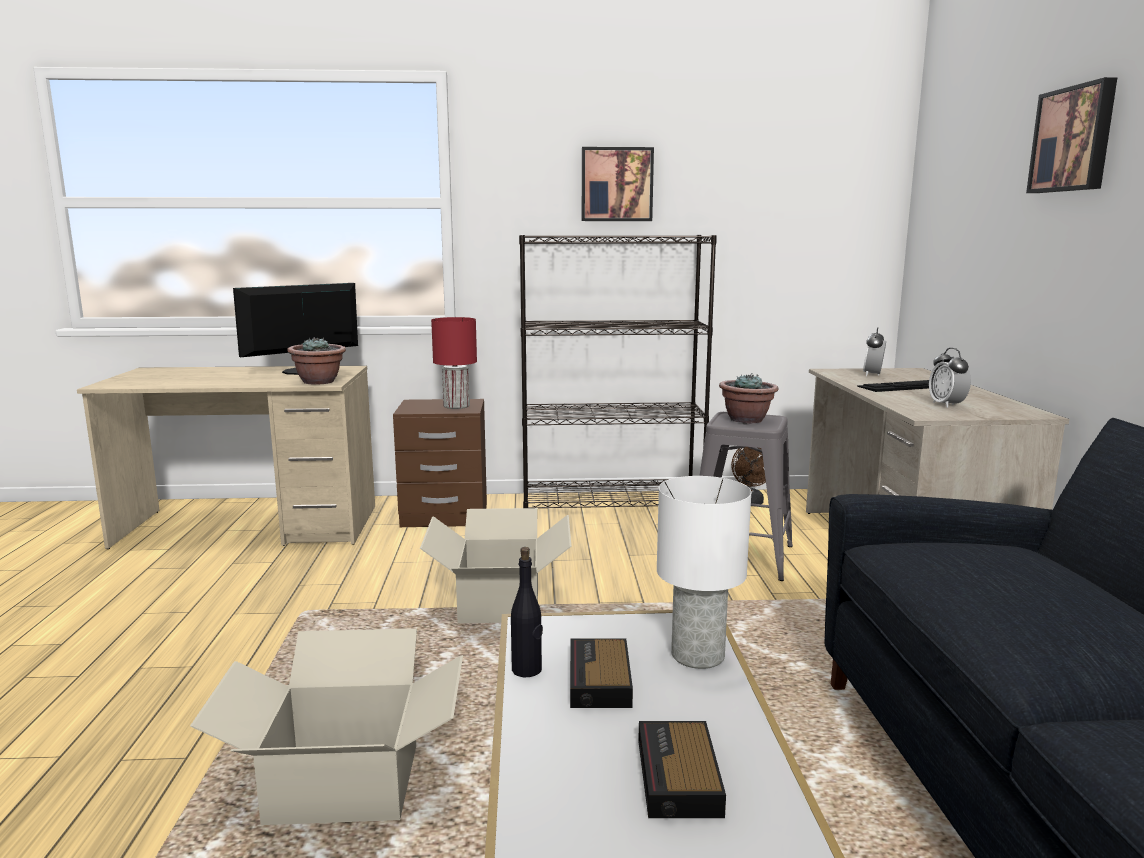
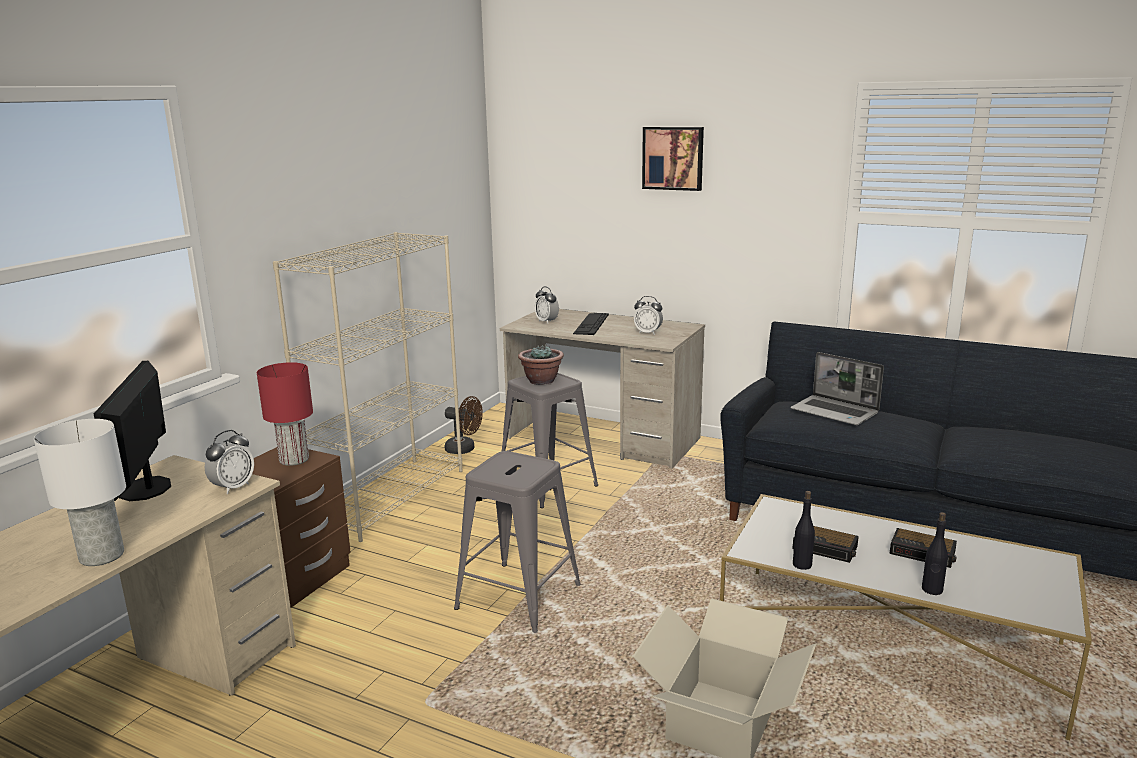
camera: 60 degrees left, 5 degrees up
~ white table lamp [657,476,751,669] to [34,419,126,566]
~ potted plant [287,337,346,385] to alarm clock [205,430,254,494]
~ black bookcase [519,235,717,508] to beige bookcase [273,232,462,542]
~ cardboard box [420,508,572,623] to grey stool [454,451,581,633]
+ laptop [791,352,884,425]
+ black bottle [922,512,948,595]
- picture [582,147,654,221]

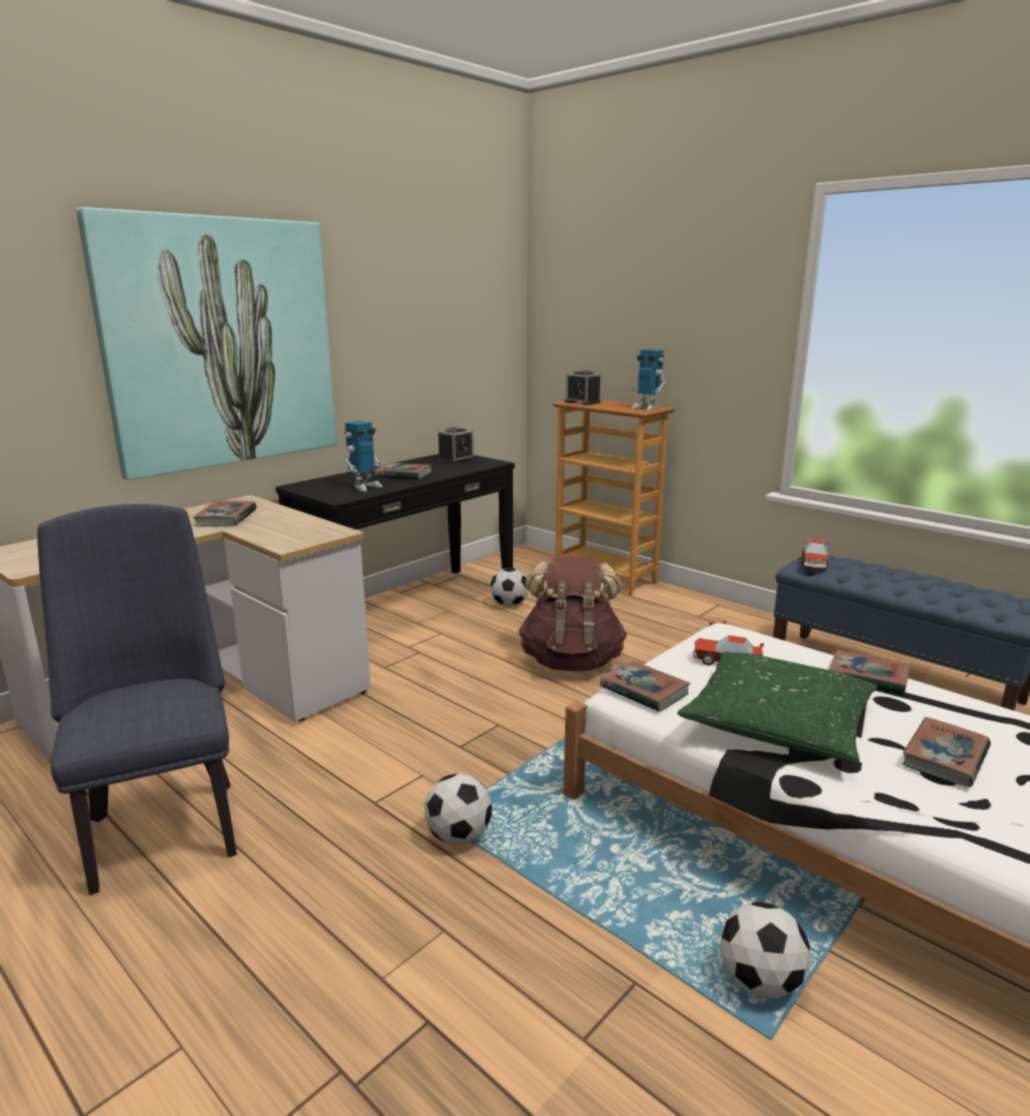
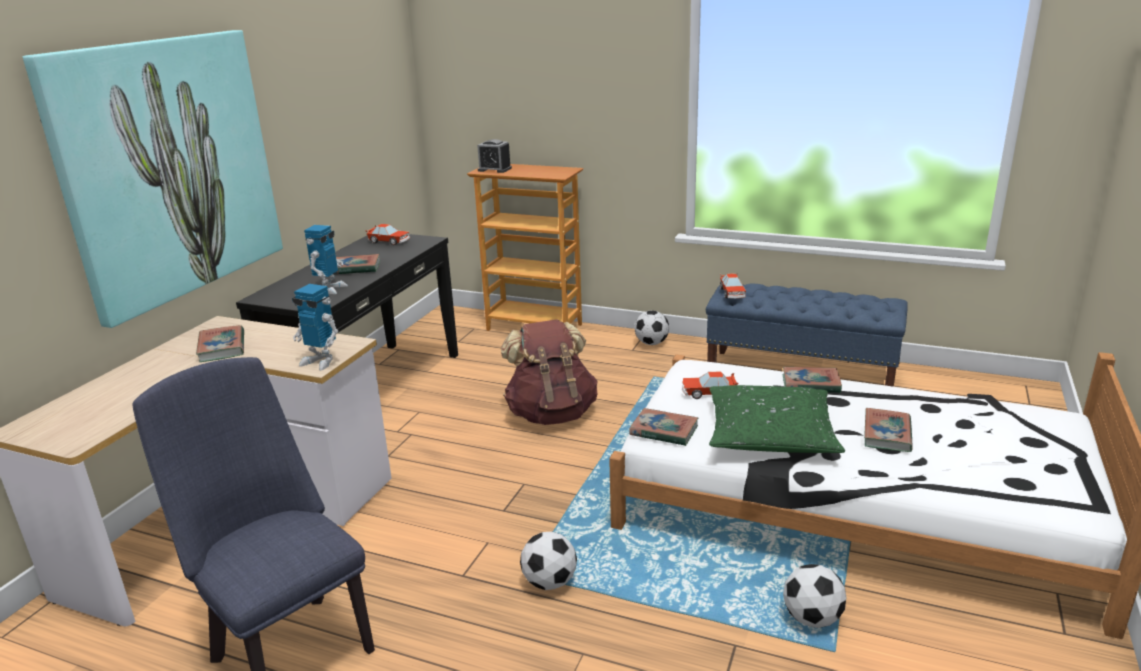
camera: 20 degrees left, 5 degrees up
~ toy robot [631,349,666,411] to [292,284,338,371]
~ alarm clock [438,427,475,464] to toy car [365,224,410,246]
~ football [490,568,529,606] to [635,310,669,345]

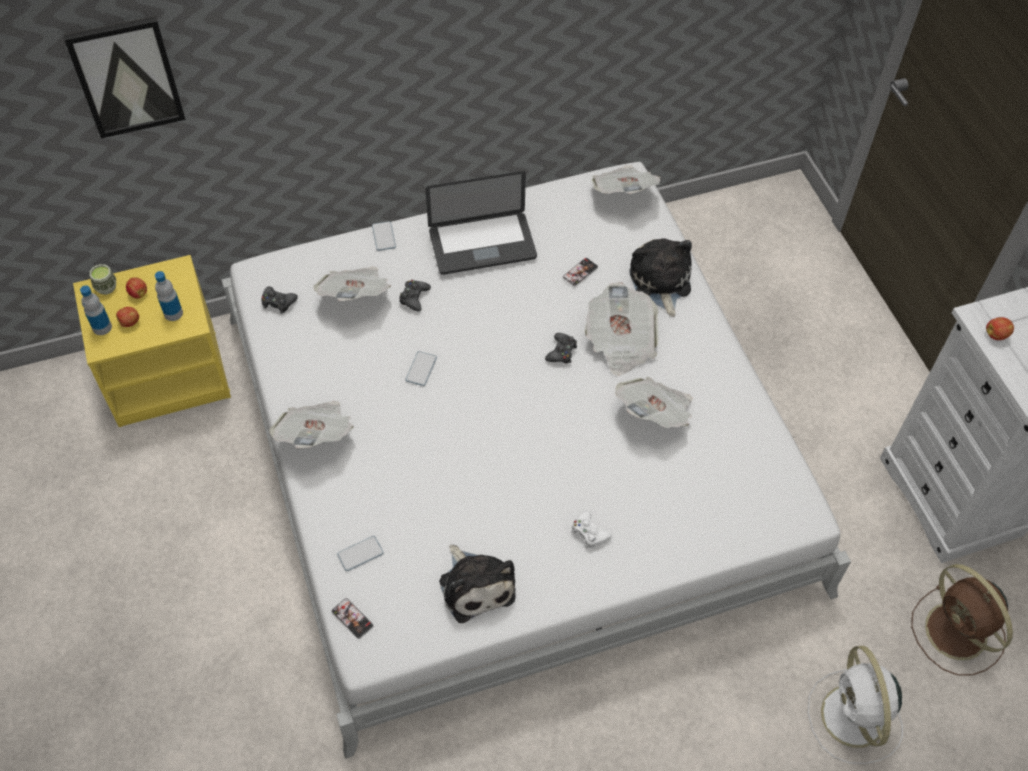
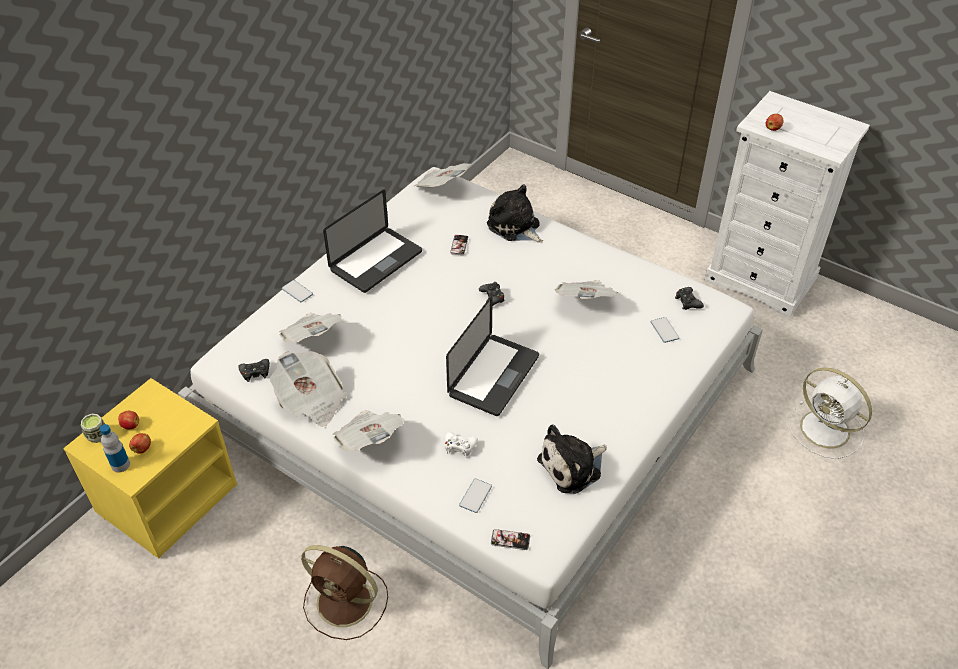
camera: 35 degrees left, 10 degrees down
~ newspaper [584,282,659,376] to [270,351,347,427]
~ brown fan [911,564,1013,676] to [301,545,388,640]
~ white game controller [571,511,612,548] to [445,432,478,457]
+ laptop [446,296,539,416]
~ plush toy [439,545,516,623] = [537,424,607,494] 120 degrees clockwise
~ phone [405,351,437,386] to [651,317,679,343]
~ black game controller [399,280,431,312] to [675,287,704,310]
- picture [64,16,186,138]
- bottle [155,271,183,321]

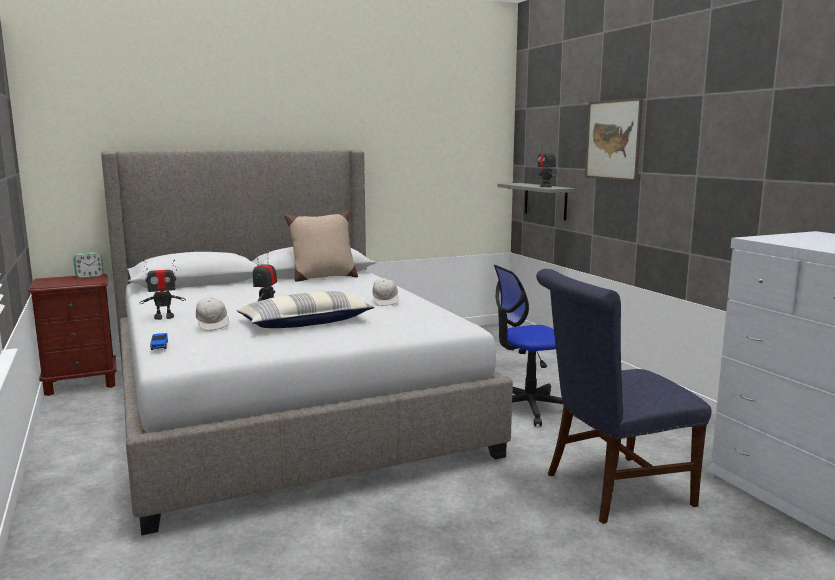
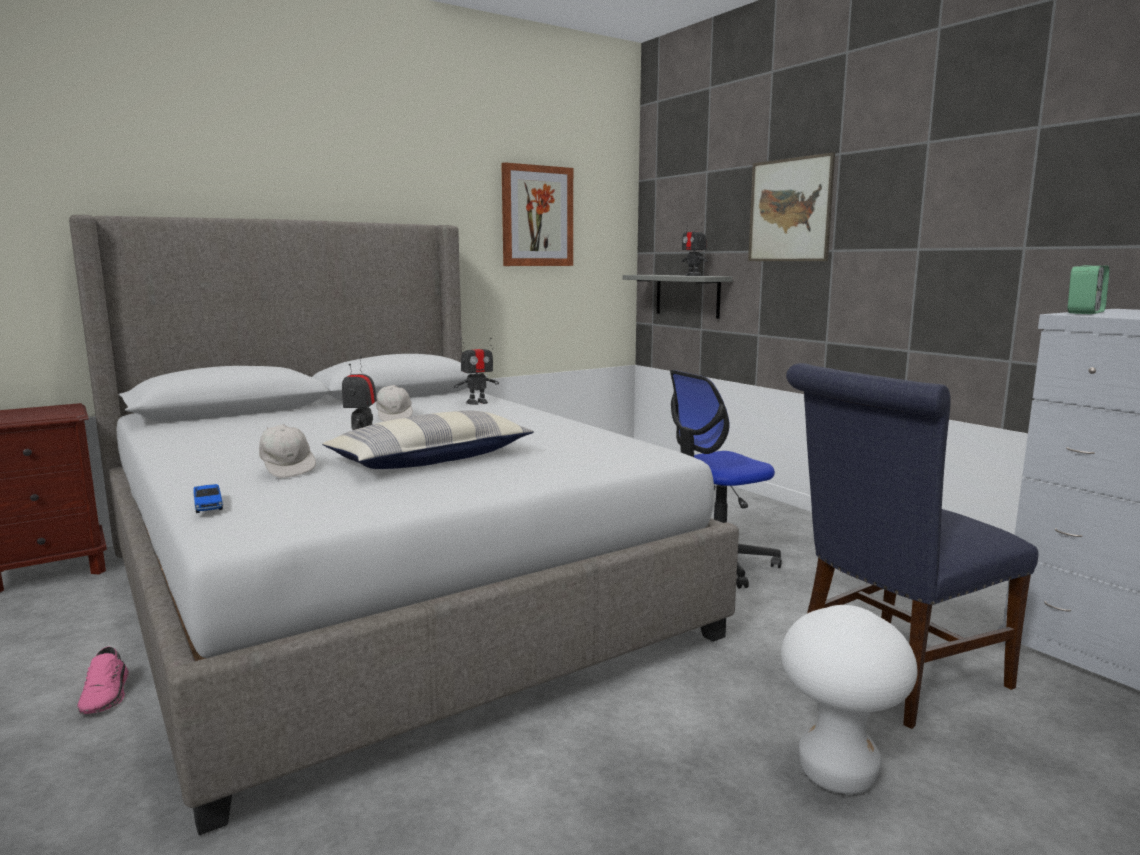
camera: 10 degrees left, 0 degrees up
+ pink shoe [77,647,129,714]
~ white cap [372,278,399,306] to [376,385,413,422]
~ toy robot [140,260,186,320] to [454,338,499,405]
+ picture [501,162,573,266]
+ white stool [781,605,918,794]
~ alarm clock [73,252,104,278] to [1068,265,1109,314]
- beige pillow [284,211,358,282]

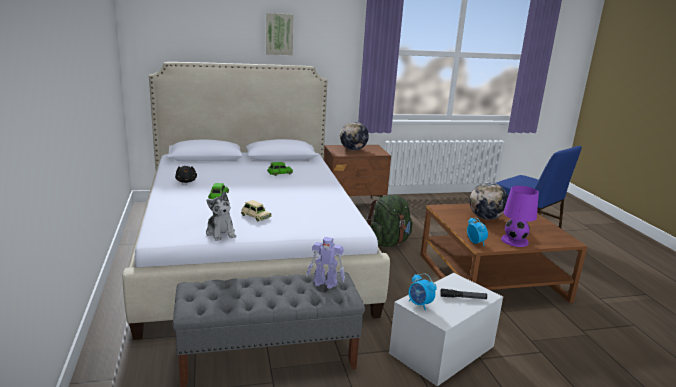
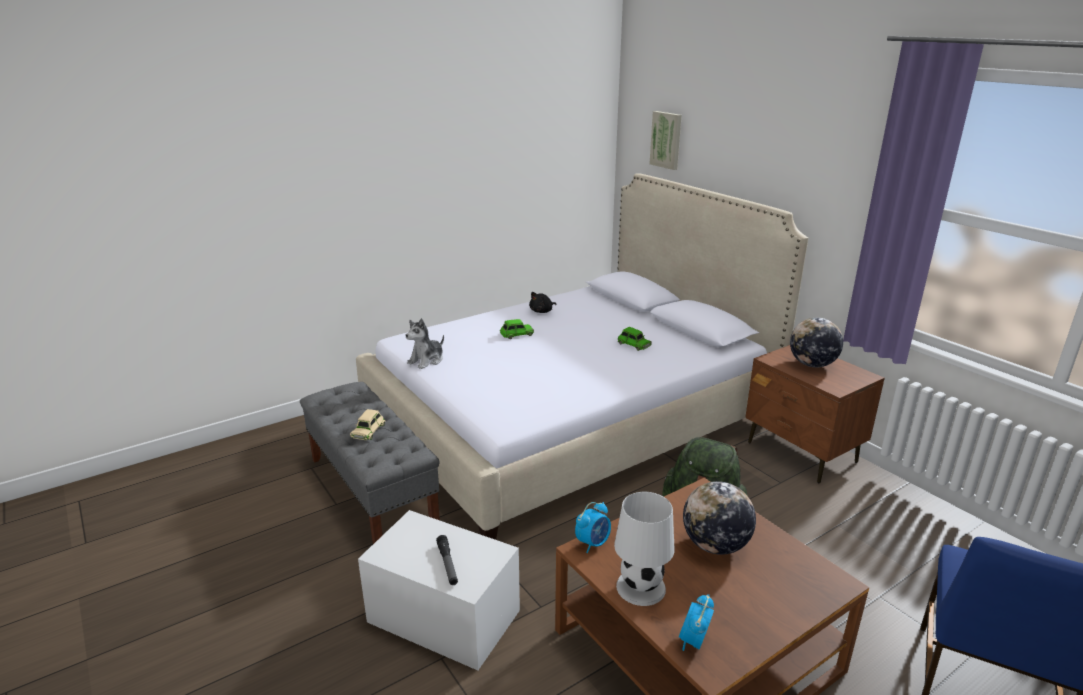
camera: 70 degrees right, 5 degrees up
~ beige toy car [241,200,272,221] to [350,409,385,440]
~ purple table lamp [501,186,539,247] to white table lamp [614,492,674,606]
~ picture [266,13,293,55] to [650,111,682,170]
~ alarm clock [408,273,437,310] to [679,594,714,651]
- toy robot [307,237,345,289]

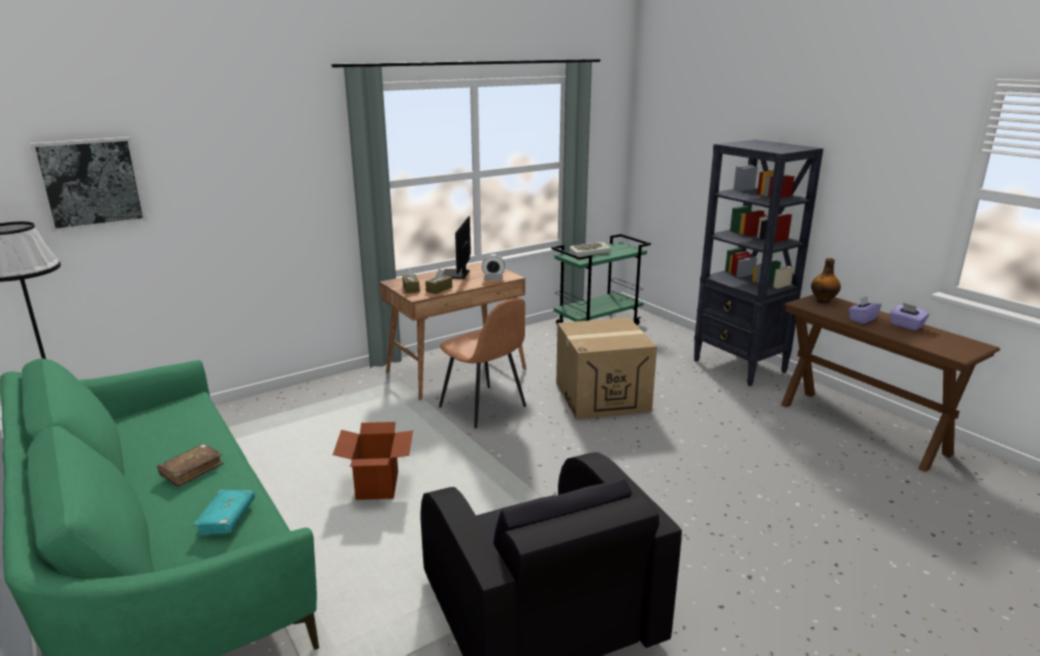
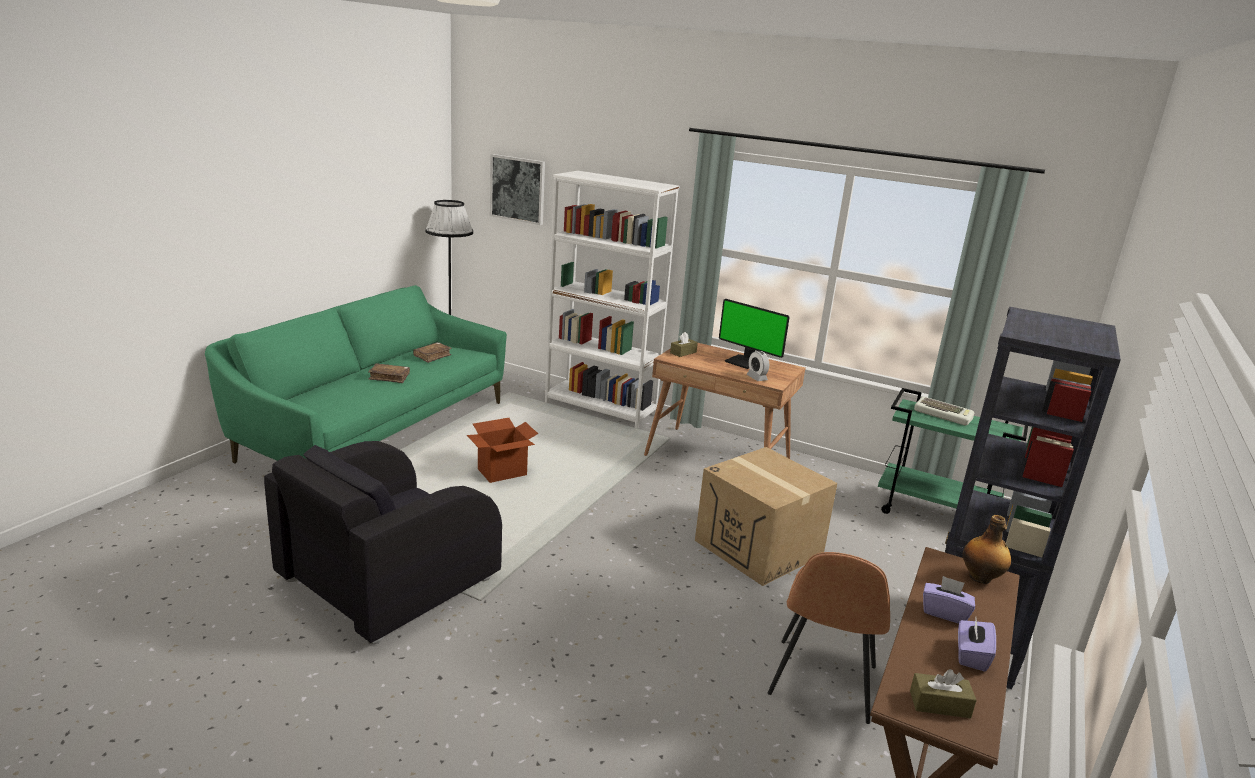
camera: 60 degrees right, 0 degrees up
+ brown book [413,342,452,363]
+ white bookcase [545,171,679,429]
~ monitor [442,216,471,279] = [719,299,790,369] 120 degrees counterclockwise
~ brown chair [439,298,526,428] to [768,552,890,724]
~ brown tissue box [425,269,452,294] to [910,669,977,718]
- turquoise book [193,490,255,536]

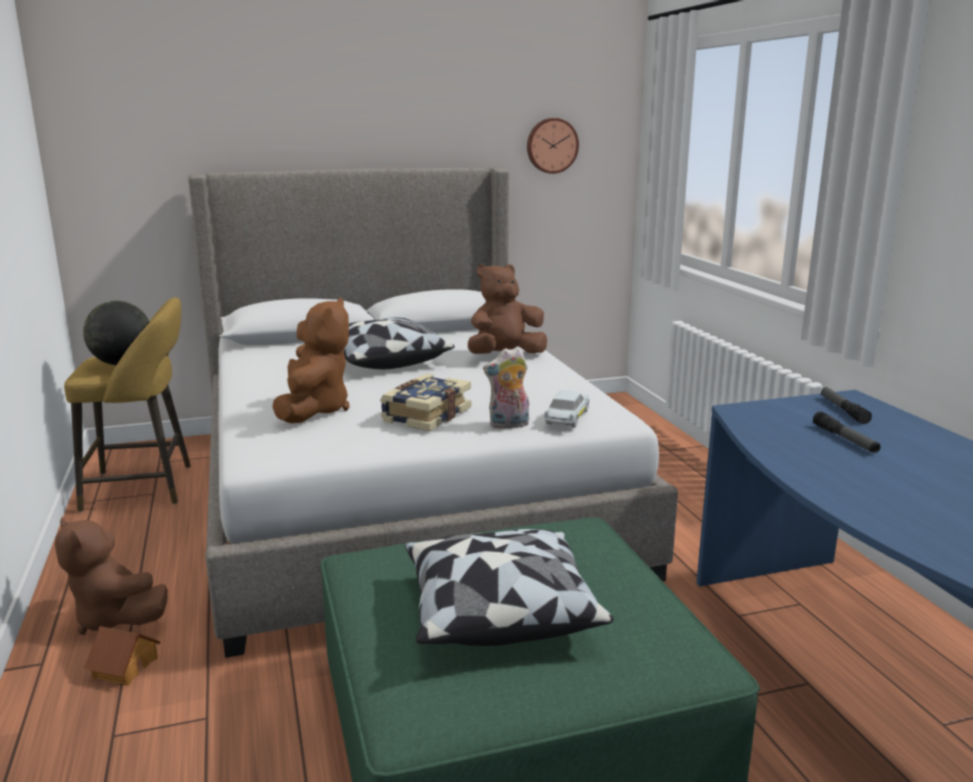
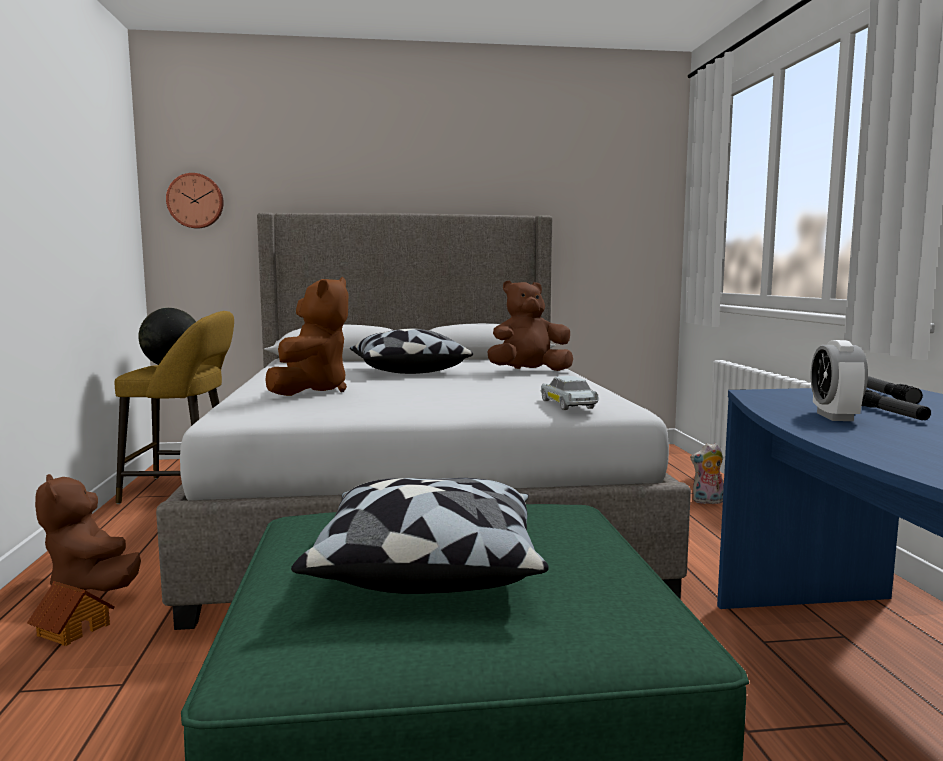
camera: 10 degrees right, 10 degrees down
~ wall clock [527,118,579,174] to [166,173,224,229]
~ white toy car [544,390,589,428] = [541,376,598,410] 45 degrees counterclockwise
~ plush toy [483,347,529,429] to [690,443,724,504]
+ alarm clock [810,340,868,421]
- book [380,374,471,431]

